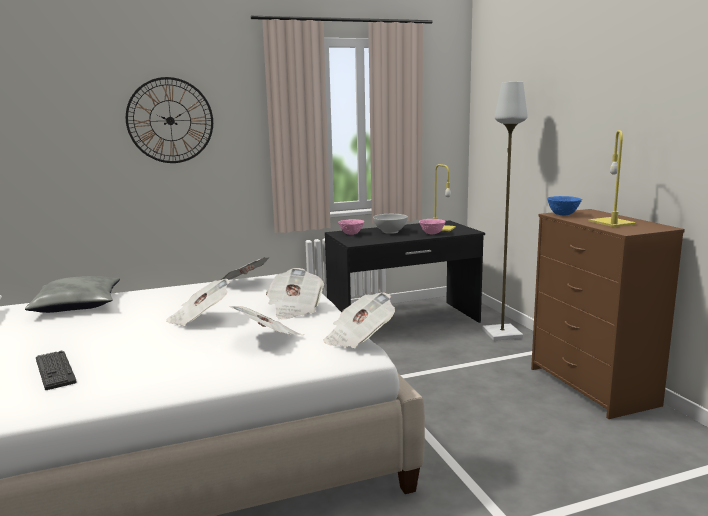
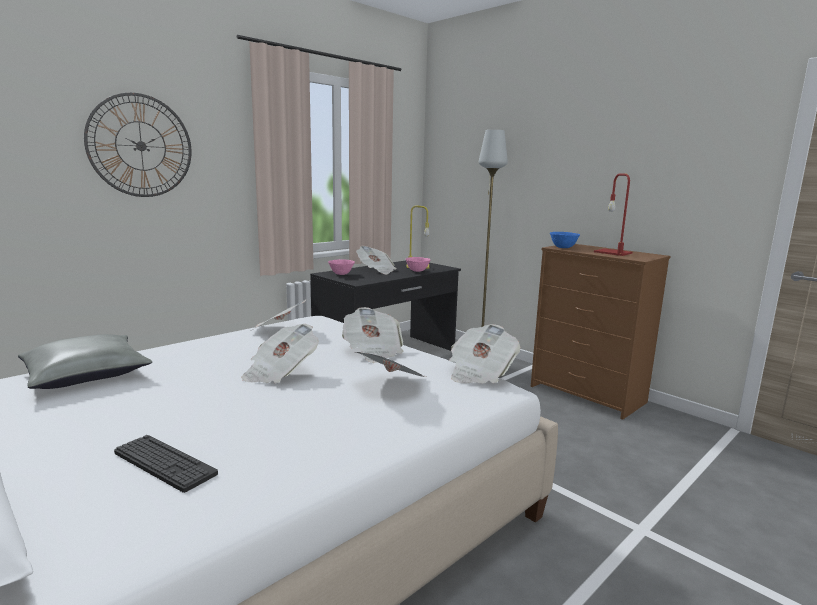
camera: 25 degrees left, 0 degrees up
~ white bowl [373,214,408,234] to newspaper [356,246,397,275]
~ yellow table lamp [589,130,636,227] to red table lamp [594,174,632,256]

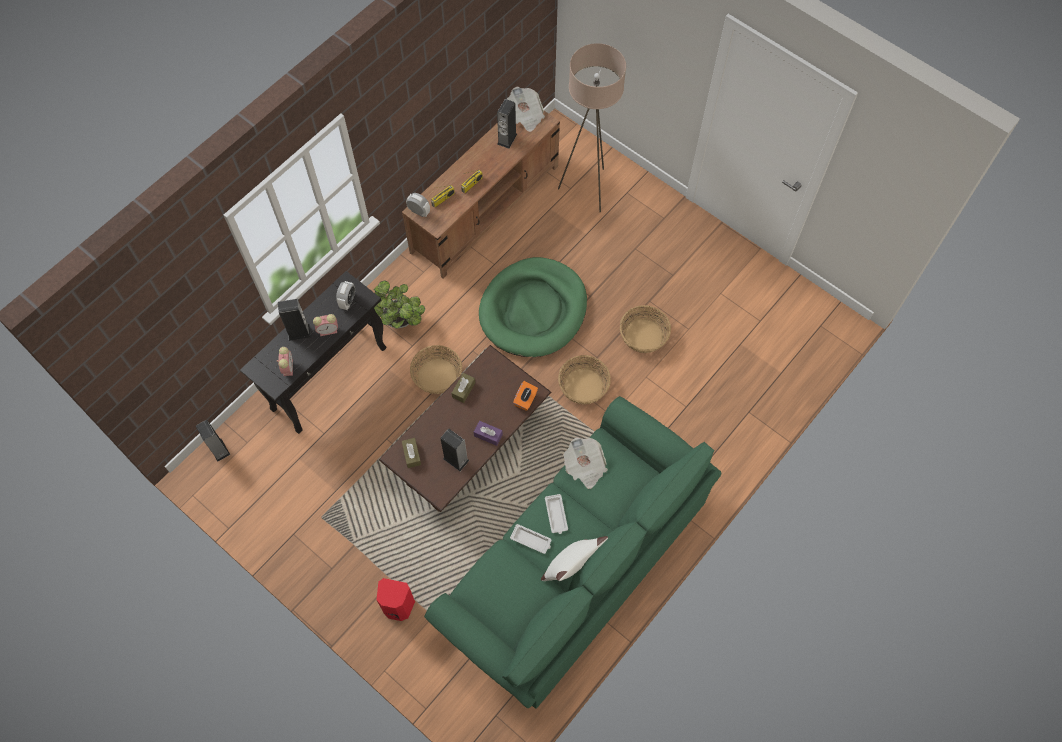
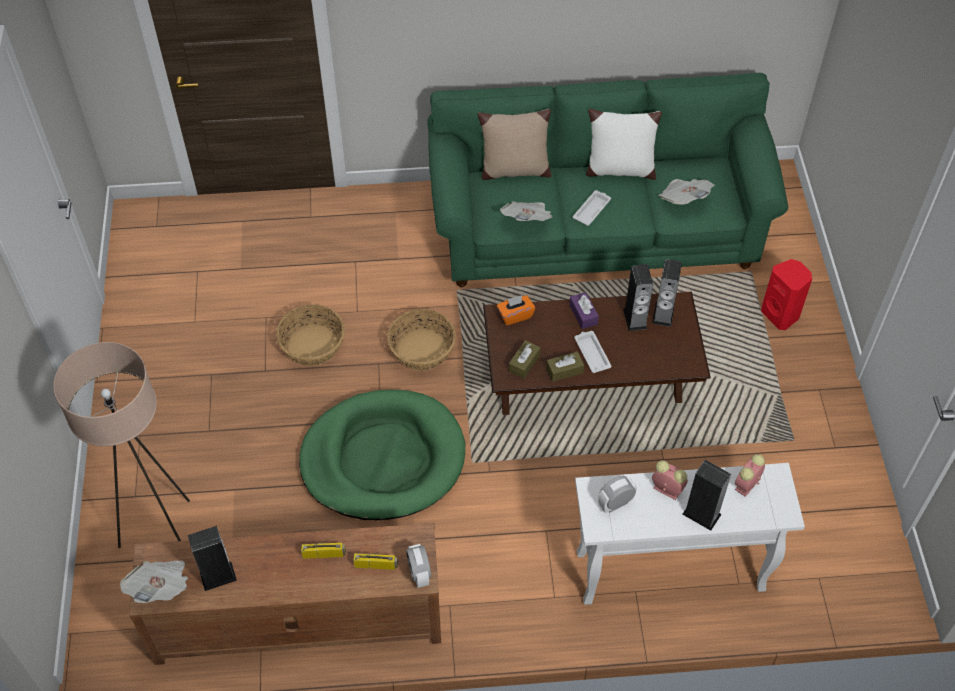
camera: 135 degrees left, 10 degrees down
+ beige pillow [477,109,551,180]
~ brown tissue box [402,438,421,468] to [509,340,540,379]
~ white tray [510,524,552,554] to [574,331,611,373]
~ black console table [240,271,387,434] to white console table [575,463,805,605]
~ speaker [196,420,230,462] to [652,259,682,327]
+ newspaper [658,179,715,205]
- potted plant [373,281,425,328]
- basket [410,345,462,394]

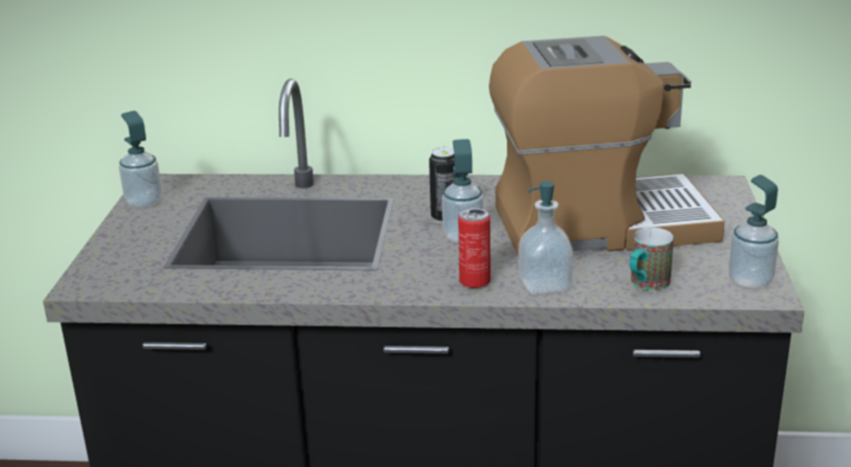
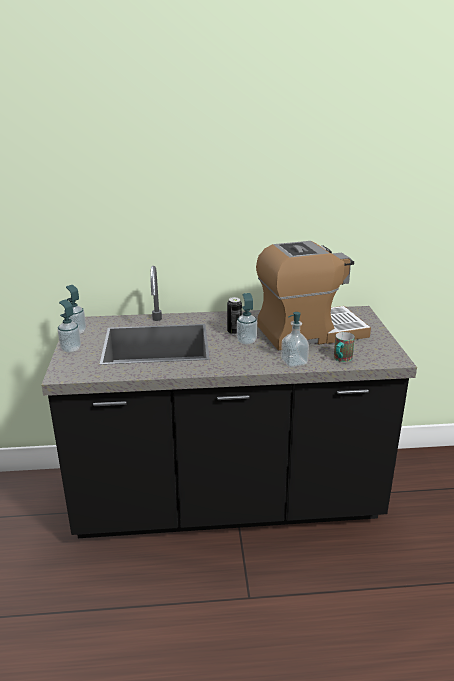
camera: 10 degrees left, 0 degrees up
~ soap dispenser [729,175,779,290] to [58,300,81,353]
- can [458,208,490,288]

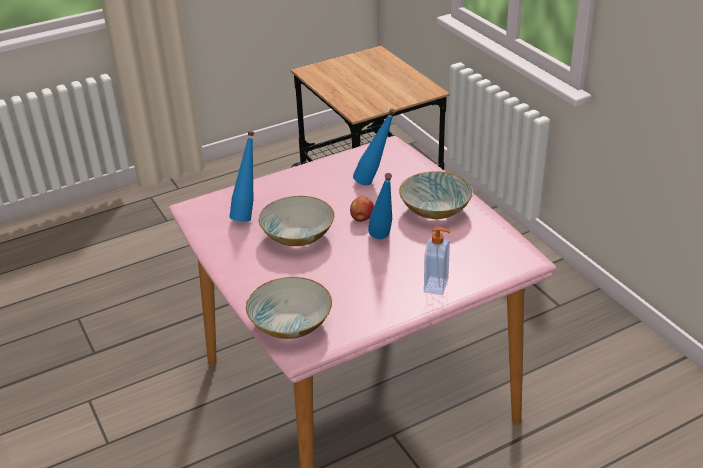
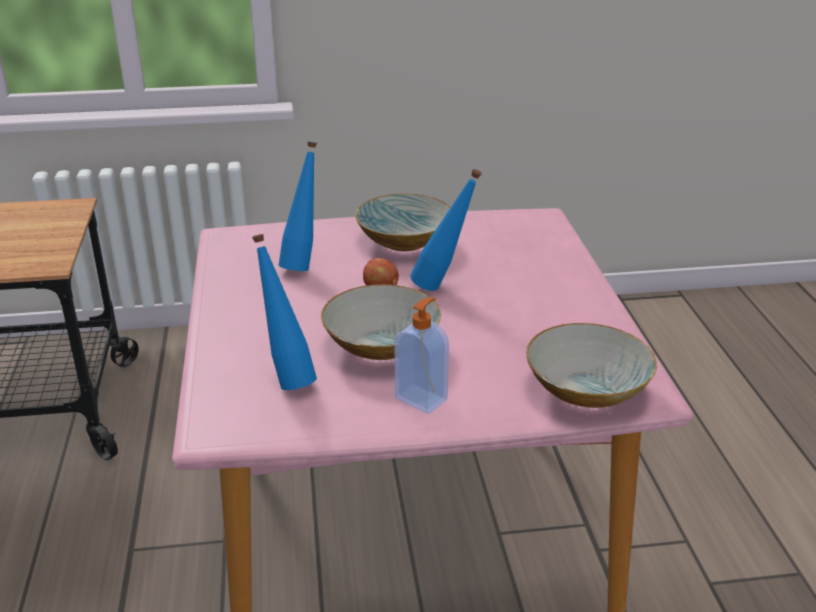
camera: 70 degrees left, 5 degrees down
~ soap dispenser [424,227,450,295] to [394,297,449,414]

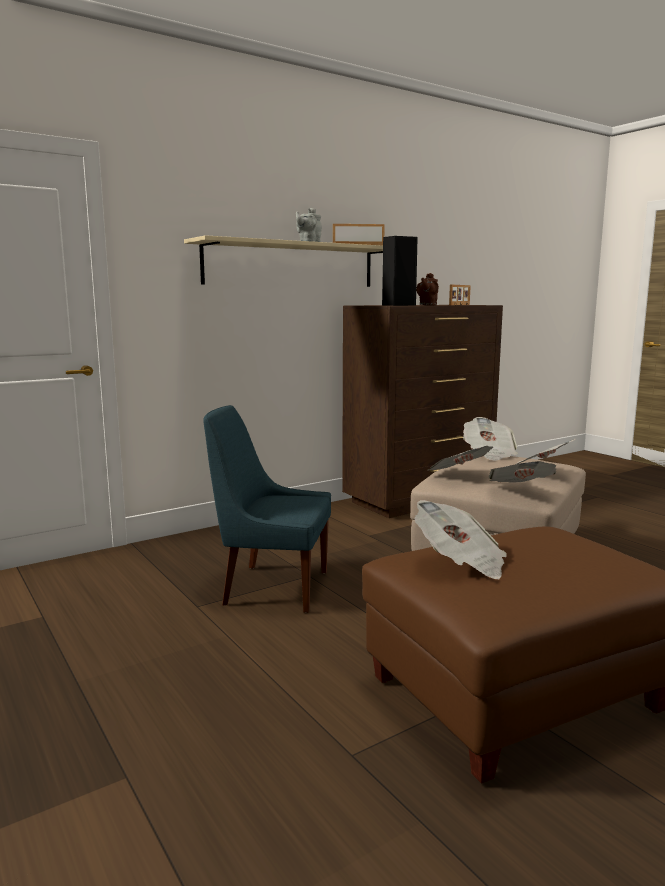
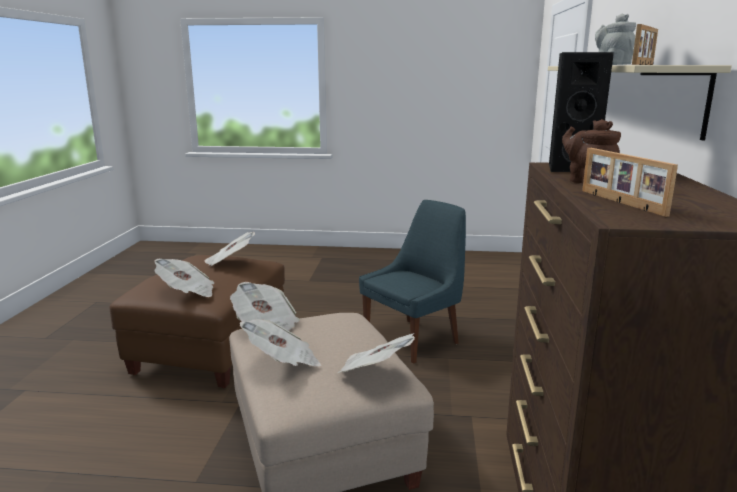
camera: 130 degrees right, 5 degrees up
~ newspaper [428,446,493,471] to [154,259,214,297]

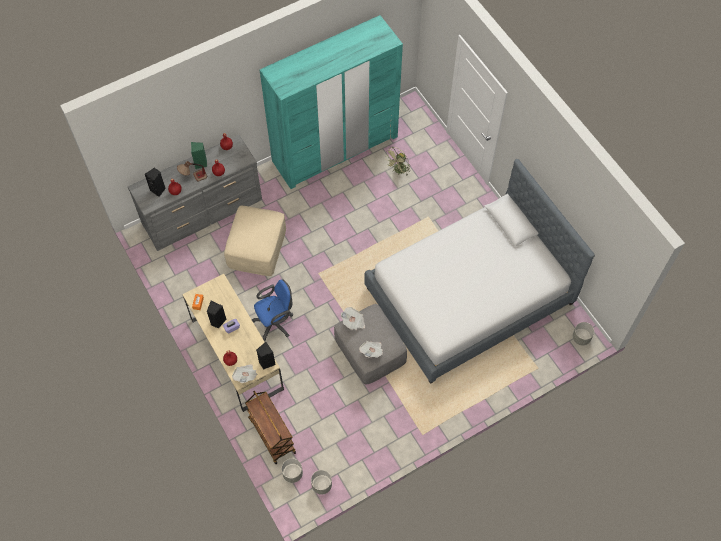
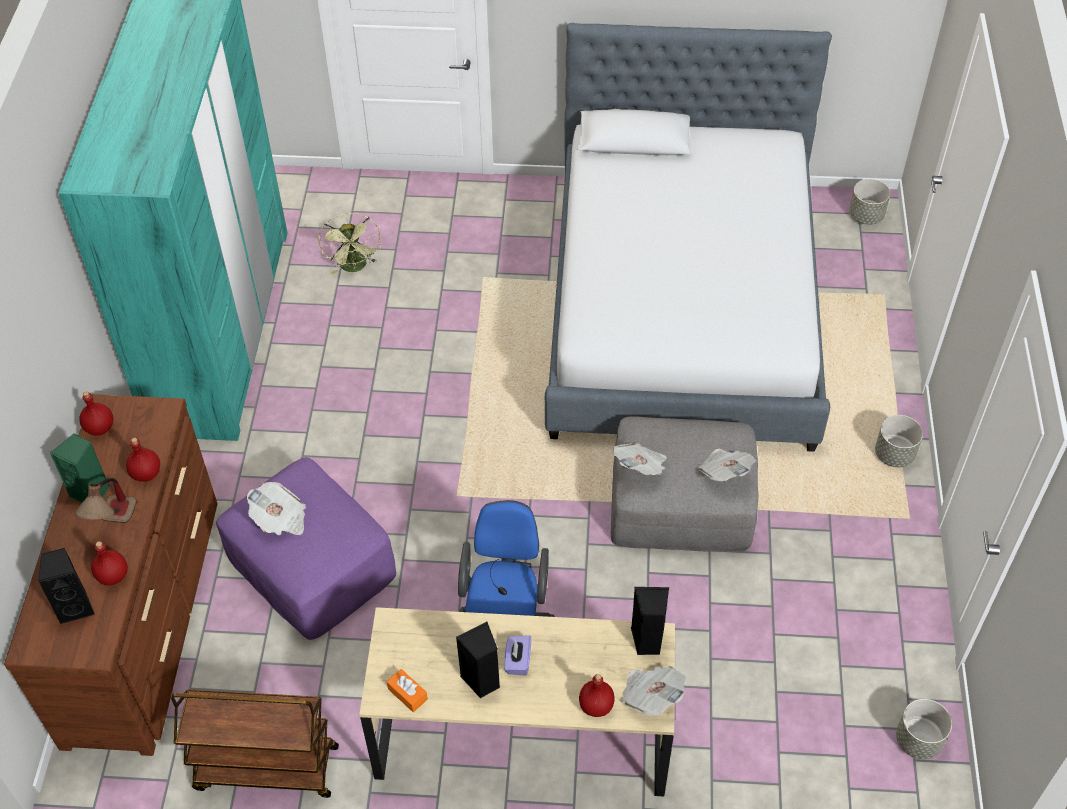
camera: 55 degrees left, 10 degrees down
~ grey dresser [128,135,262,251] to brown dresser [4,394,218,756]
~ brown cart [245,390,296,464] to [171,689,339,798]
~ beige ottoman [224,206,286,276] to purple ottoman [216,457,396,640]
+ newspaper [247,482,306,535]
~ grey planter [281,458,303,483] to [875,415,923,467]

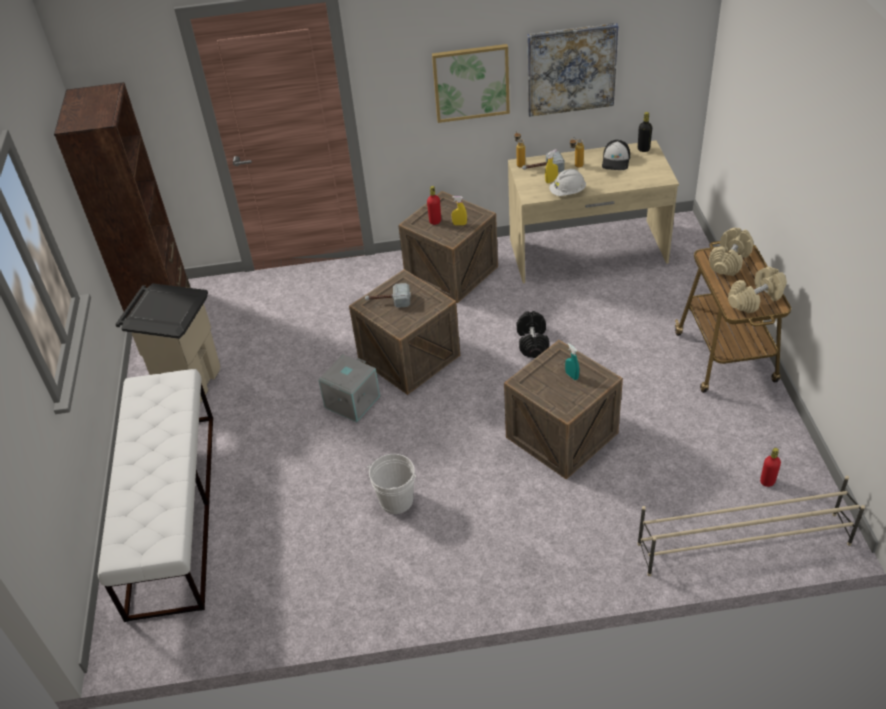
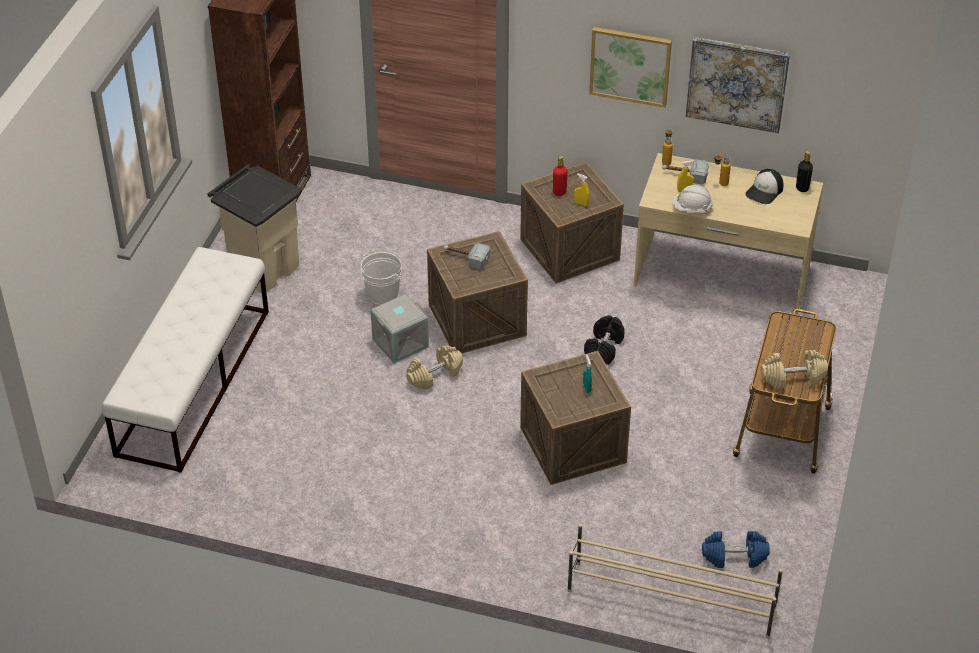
camera: 20 degrees right, 0 degrees up
~ white bucket [366,454,416,514] to [361,252,402,307]
~ beige dumbbell [709,228,754,276] to [406,345,463,390]
~ red bottle [760,448,781,487] to blue dumbbell [702,531,770,568]

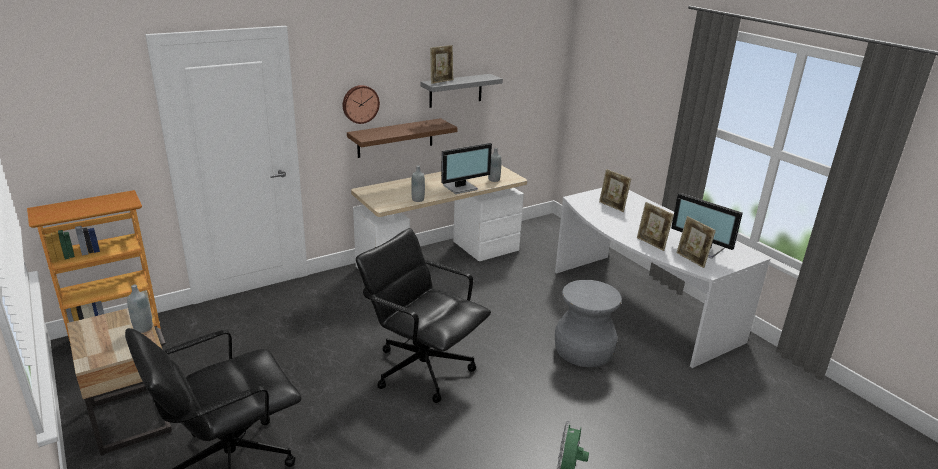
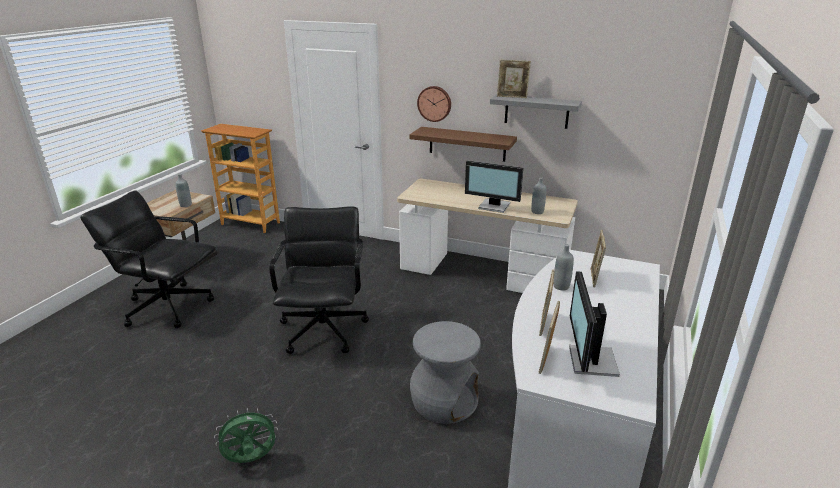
camera: 55 degrees right, 0 degrees up
~ grey bottle [411,165,425,202] to [553,244,574,291]

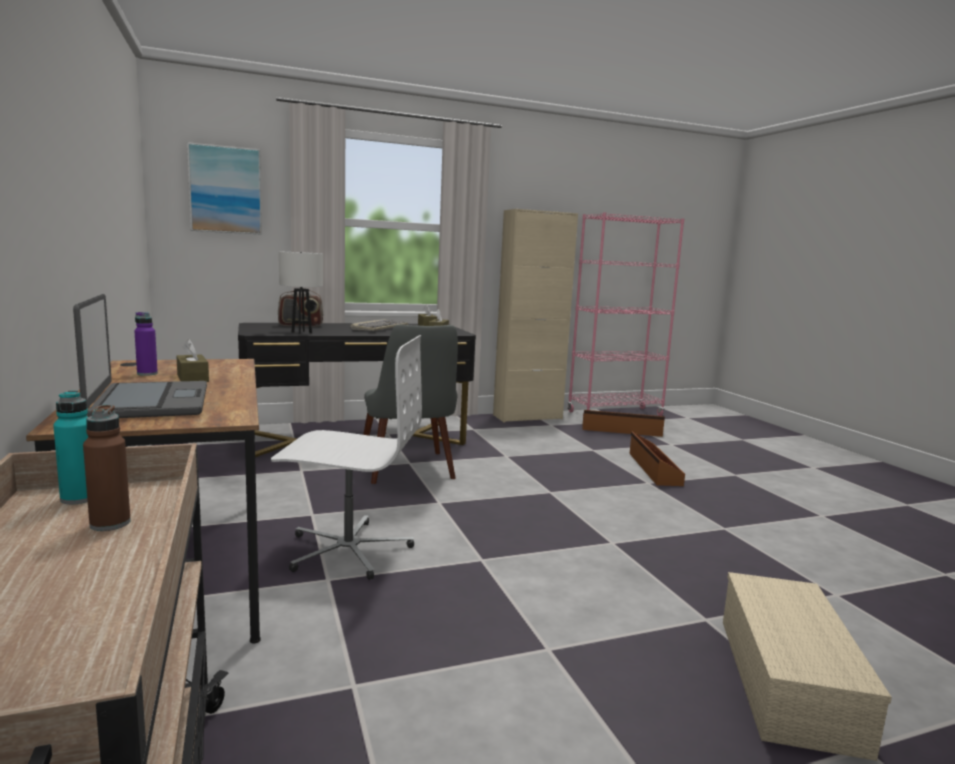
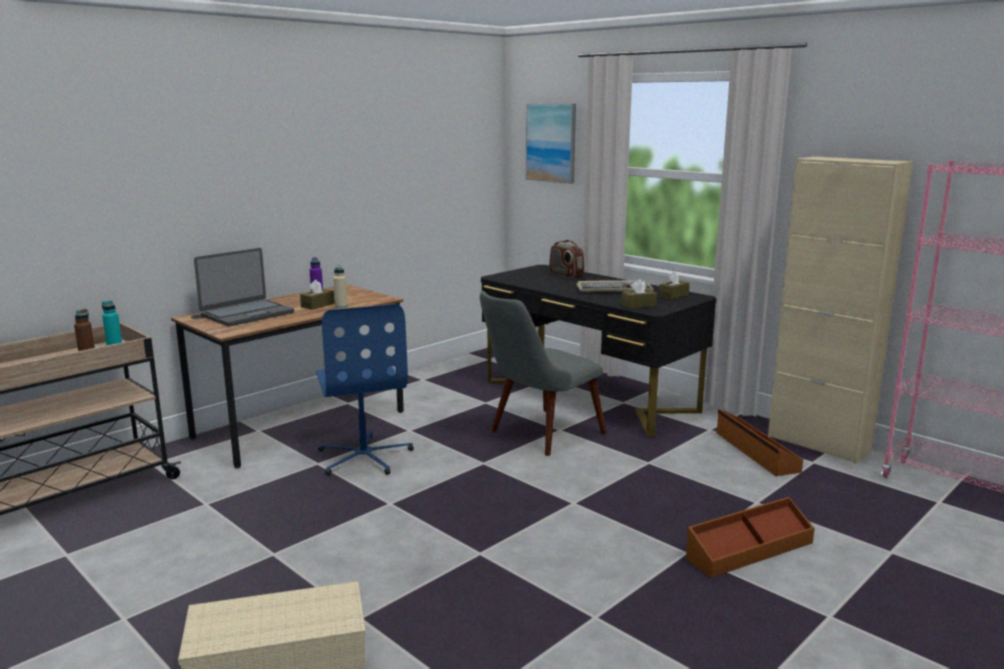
camera: 65 degrees right, 5 degrees up
~ white office chair [271,335,422,580] to blue office chair [316,304,414,475]
+ beige bottle [333,265,347,308]
~ brown storage box [583,410,665,437] to [717,409,803,476]
- white table lamp [279,251,323,334]

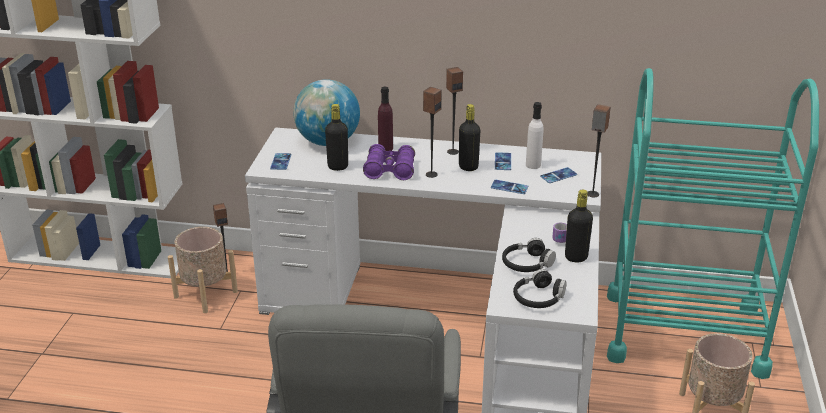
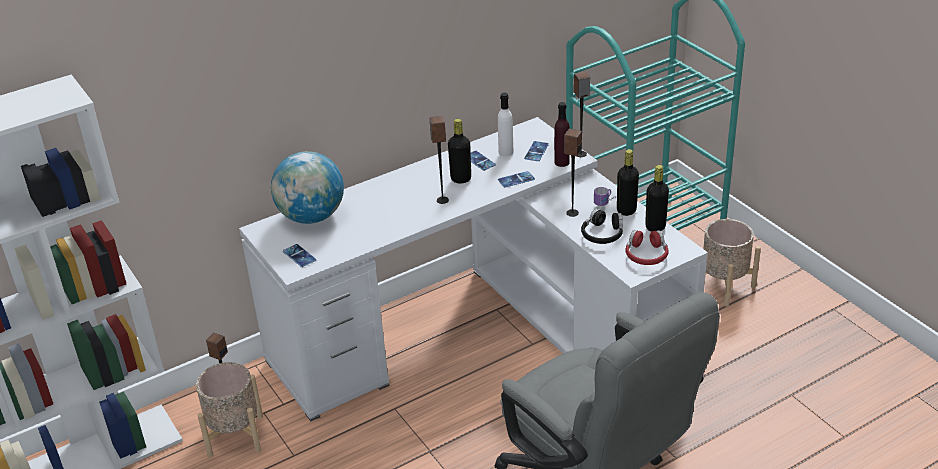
camera: 40 degrees left, 5 degrees up
~ purple bottle [378,87,393,151] to [554,102,570,167]
~ speaker [446,67,463,155] to [564,129,582,217]
~ black headphones [513,269,567,308] to red headphones [625,230,669,265]
~ black bottle [325,104,348,171] to [645,165,669,232]
- purple binoculars [363,144,415,180]

